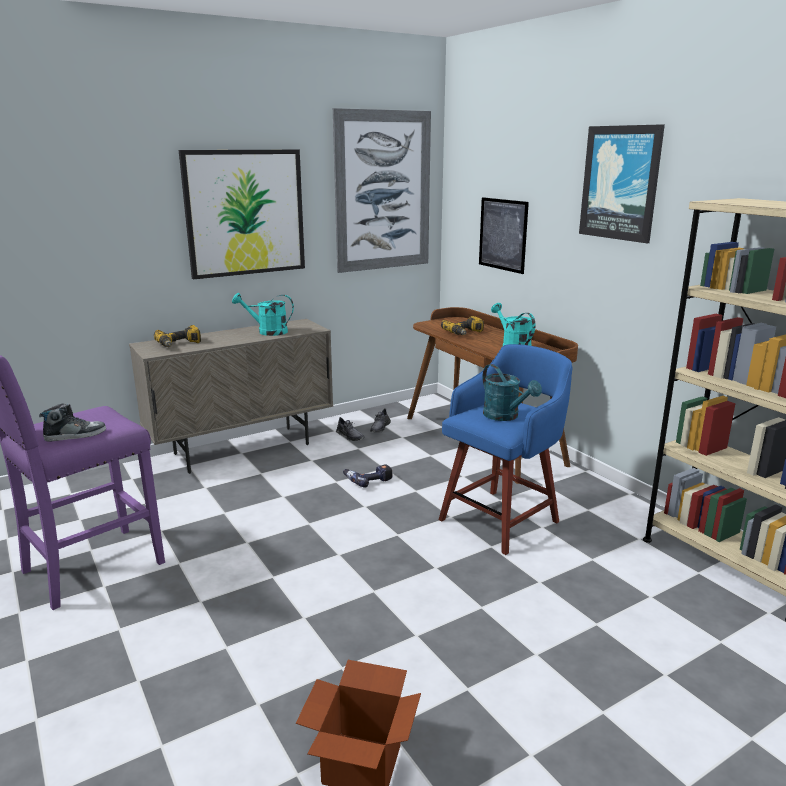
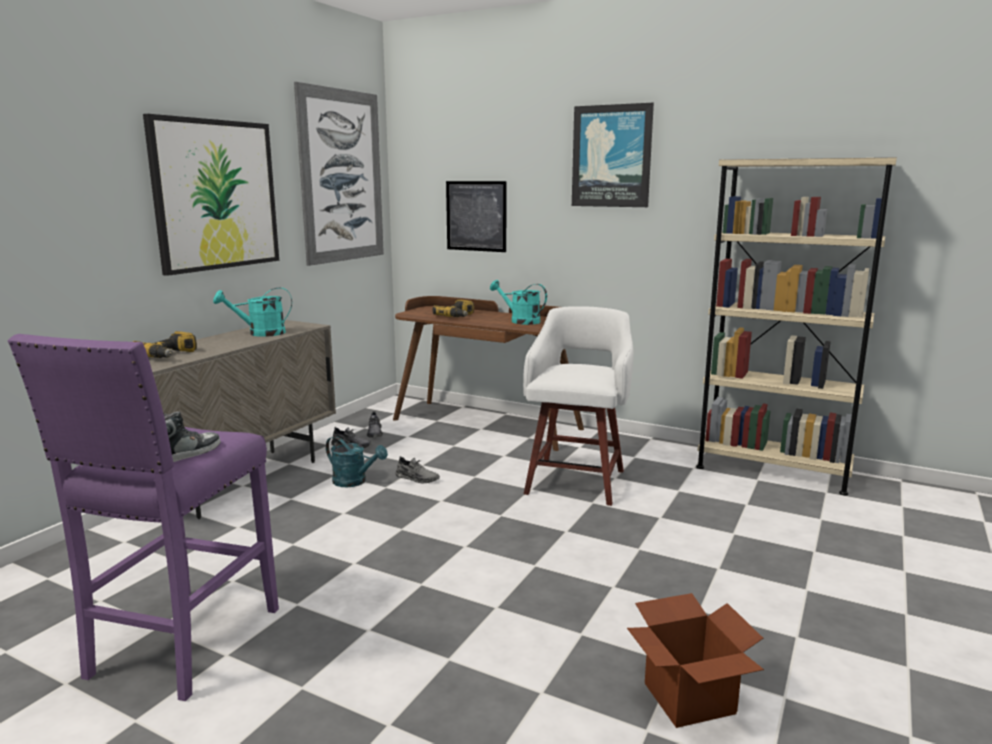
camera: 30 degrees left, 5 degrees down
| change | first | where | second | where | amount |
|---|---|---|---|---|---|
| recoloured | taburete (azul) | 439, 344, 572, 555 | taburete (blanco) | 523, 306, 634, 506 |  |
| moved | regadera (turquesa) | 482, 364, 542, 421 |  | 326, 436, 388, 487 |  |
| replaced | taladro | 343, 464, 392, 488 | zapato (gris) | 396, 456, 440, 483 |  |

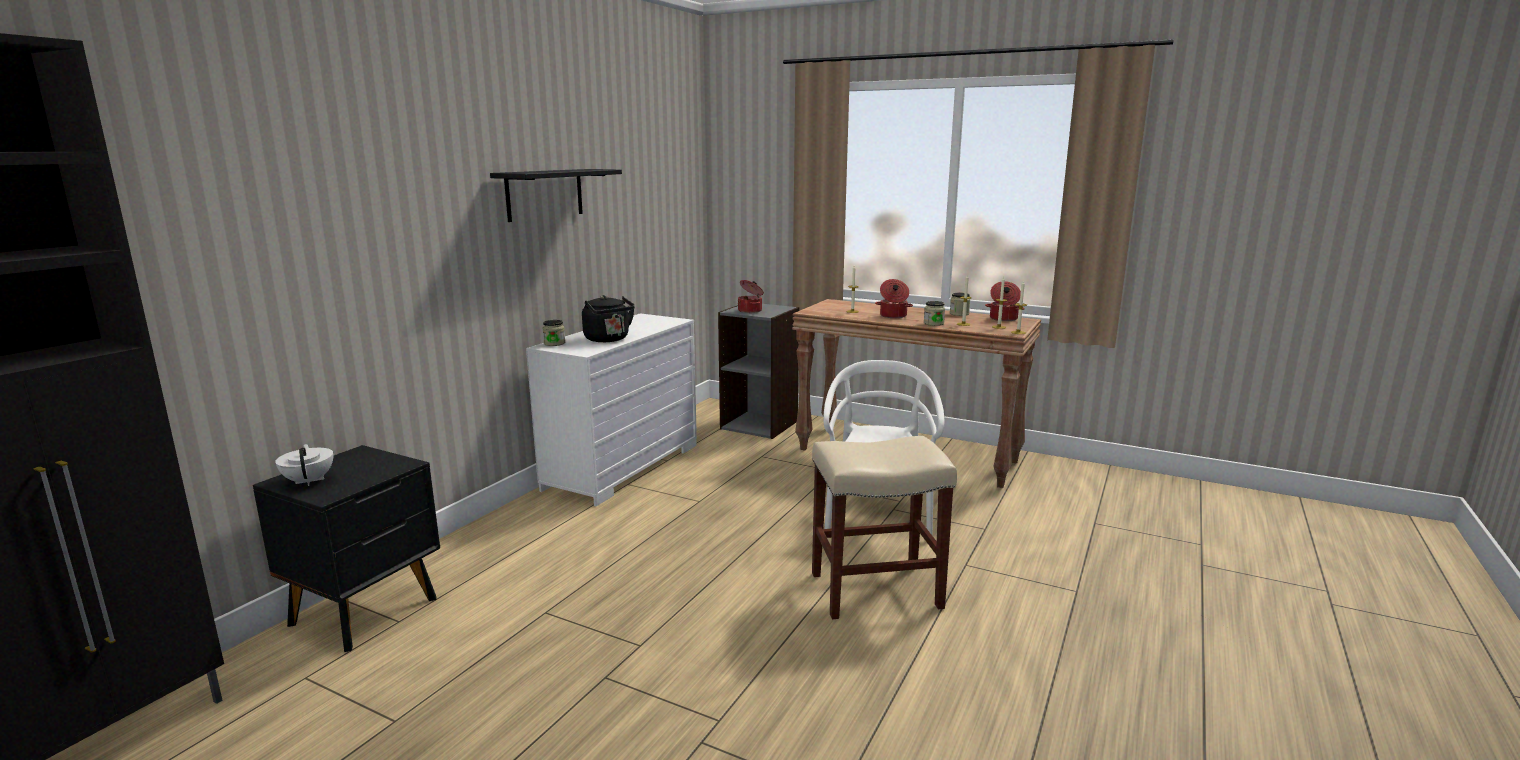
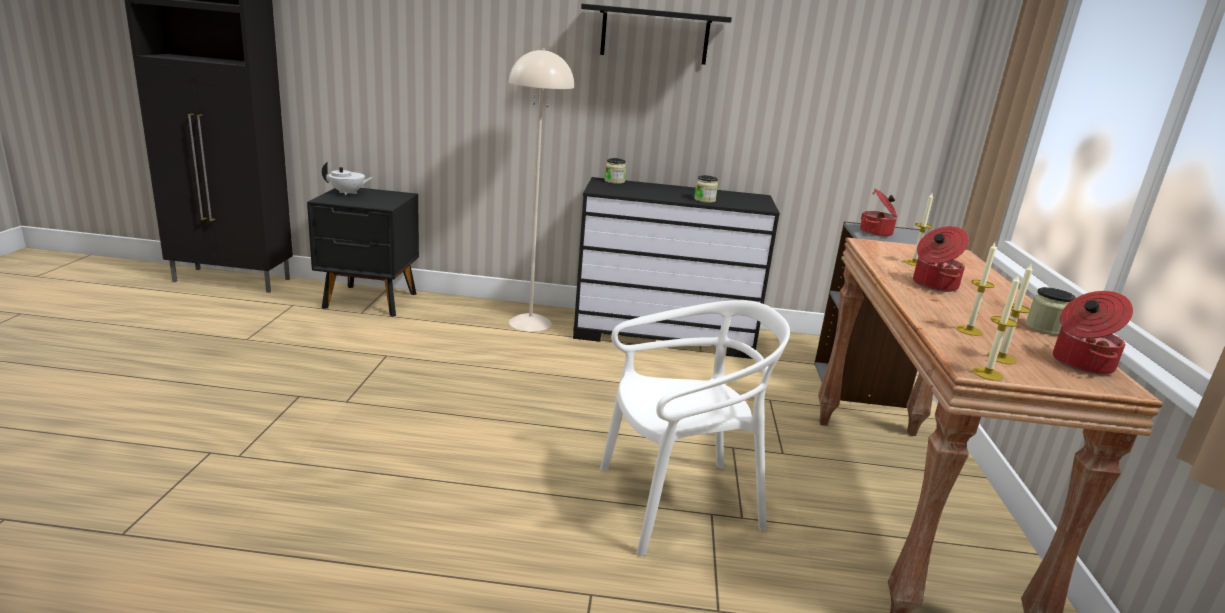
camera: 65 degrees right, 5 degrees up
| change | first | where | second | where | amount |
|---|---|---|---|---|---|
| removed | hervidor (negro) | 582, 295, 635, 342 |  |  |  |
| moved | tarro | 924, 301, 945, 326 |  | 694, 175, 718, 203 |  |
| recoloured | cómoda (blanco) | 526, 313, 697, 506 | cómoda (negro) | 573, 177, 780, 359 |  |
| removed | taburete (beis) | 812, 436, 957, 619 |  |  |  |
| turned | tetera (blanco) | 275, 444, 333, 486 |  | 322, 162, 374, 195 | 45 degrees clockwise |
| added |  |  | lámpara de pie (beis) | 509, 48, 574, 332 |  |

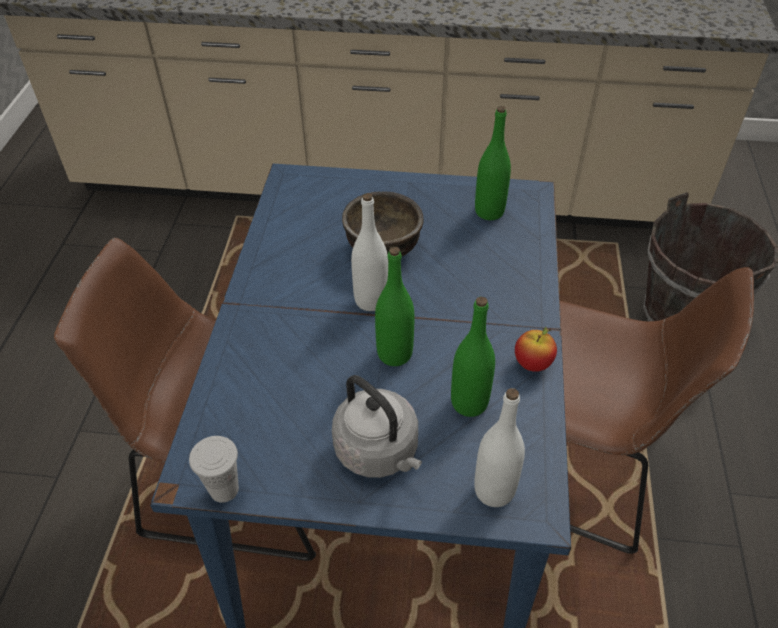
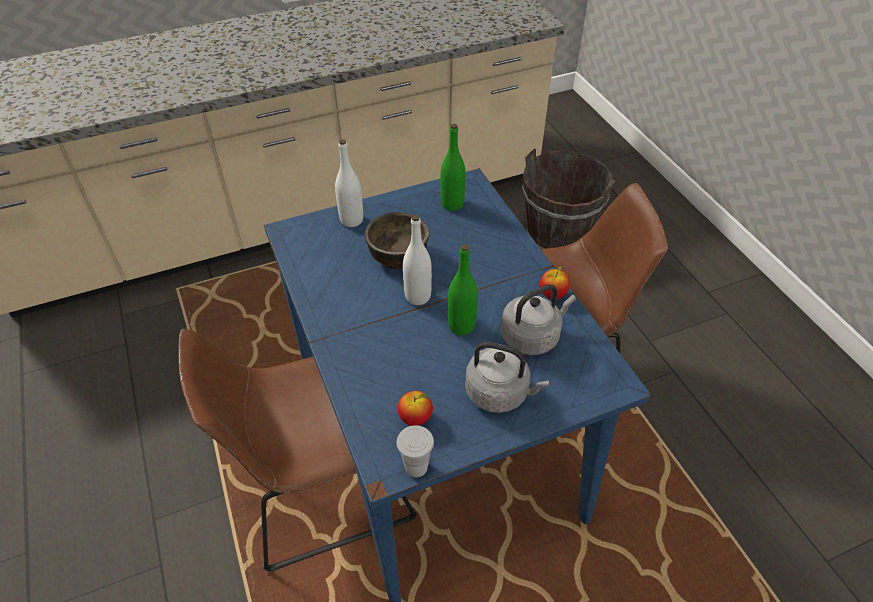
camera: 30 degrees left, 0 degrees up
| change | first | where | second | where | amount |
|---|---|---|---|---|---|
| replaced | botella (verde) | 451, 297, 495, 417 | hervidor (gris) | 500, 284, 576, 355 |  |
| moved | botella (blanco) | 474, 388, 525, 507 |  | 335, 139, 363, 227 |  |
| added |  |  | manzana | 398, 391, 433, 426 |  |

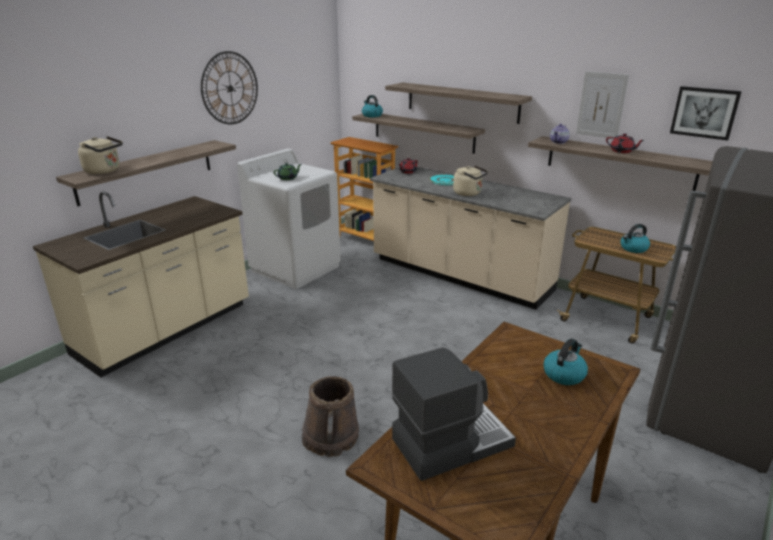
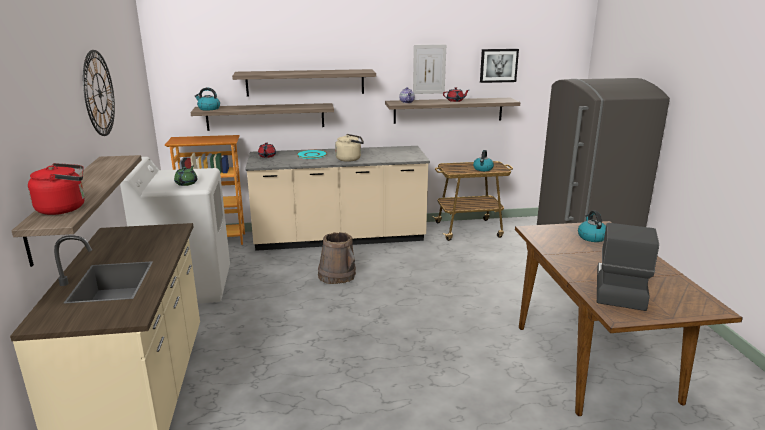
camera: 45 degrees left, 5 degrees down
| change | first | where | second | where | amount |
|---|---|---|---|---|---|
| recoloured | hervidor (beis) | 78, 136, 123, 174 | hervidor (rojo) | 28, 163, 85, 215 |  |
| moved | cubo (marrón) | 302, 376, 359, 457 |  | 318, 232, 356, 284 |  |

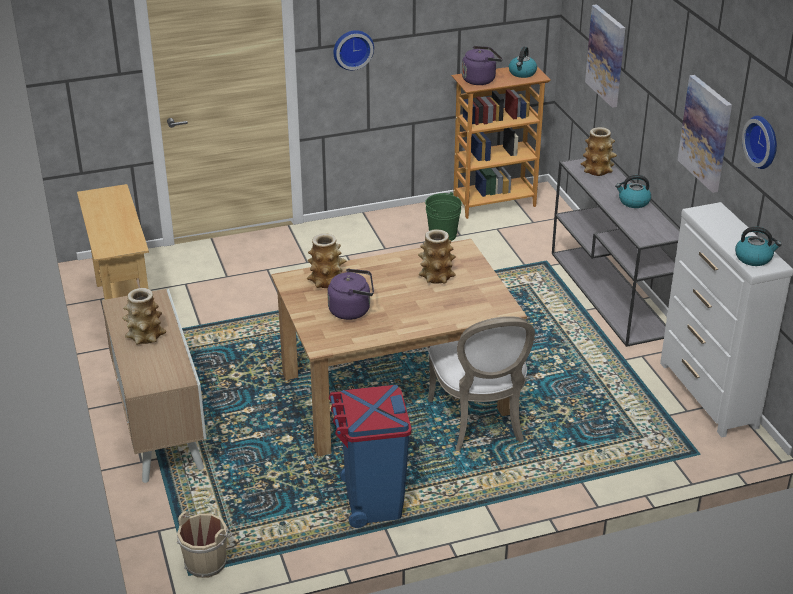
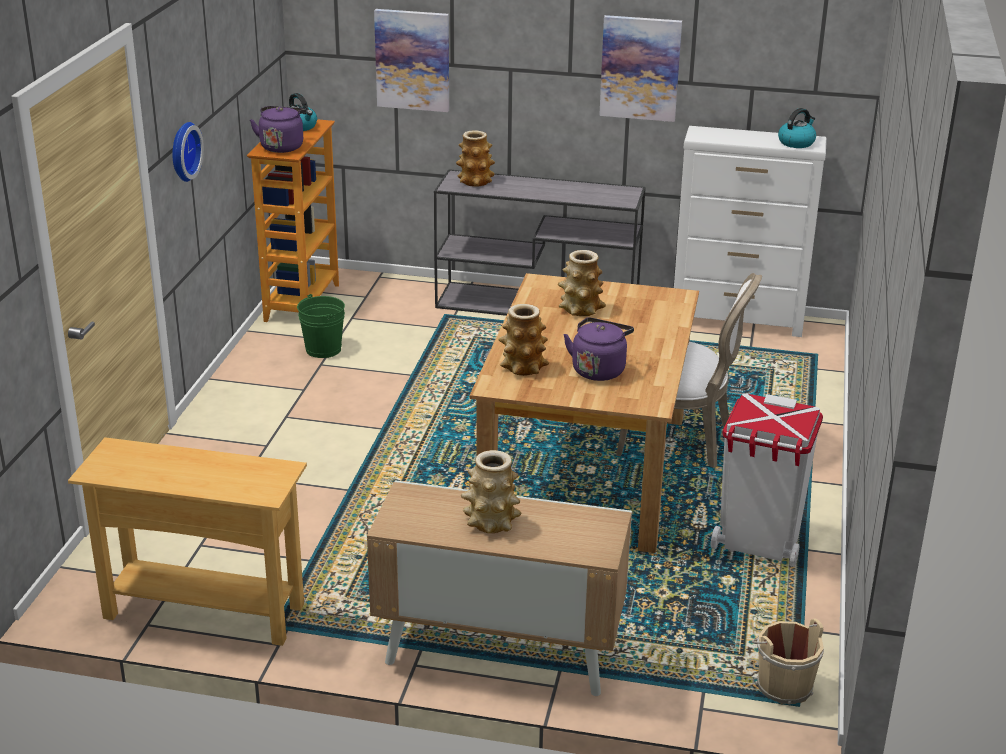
camera: 60 degrees left, 5 degrees down
| change | first | where | second | where | amount |
|---|---|---|---|---|---|
| removed | reloj de pared | 742, 116, 777, 169 |  |  |  |
| removed | hervidor | 615, 175, 651, 208 |  |  |  |
| recoloured | papelera (azul) | 329, 385, 412, 528 | papelera (blanco) | 710, 393, 823, 567 |  |

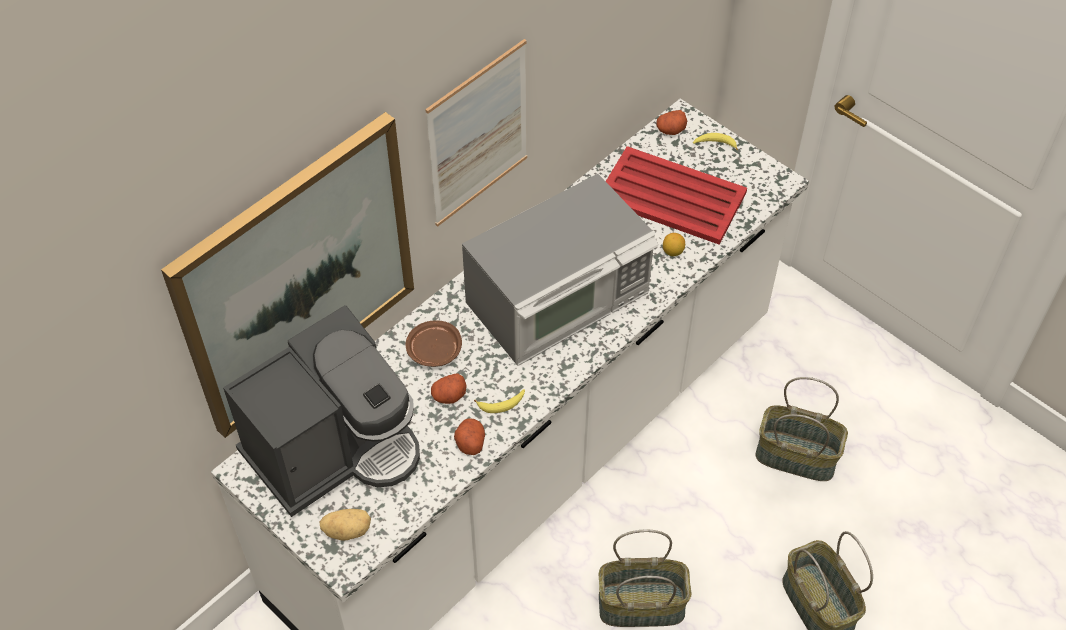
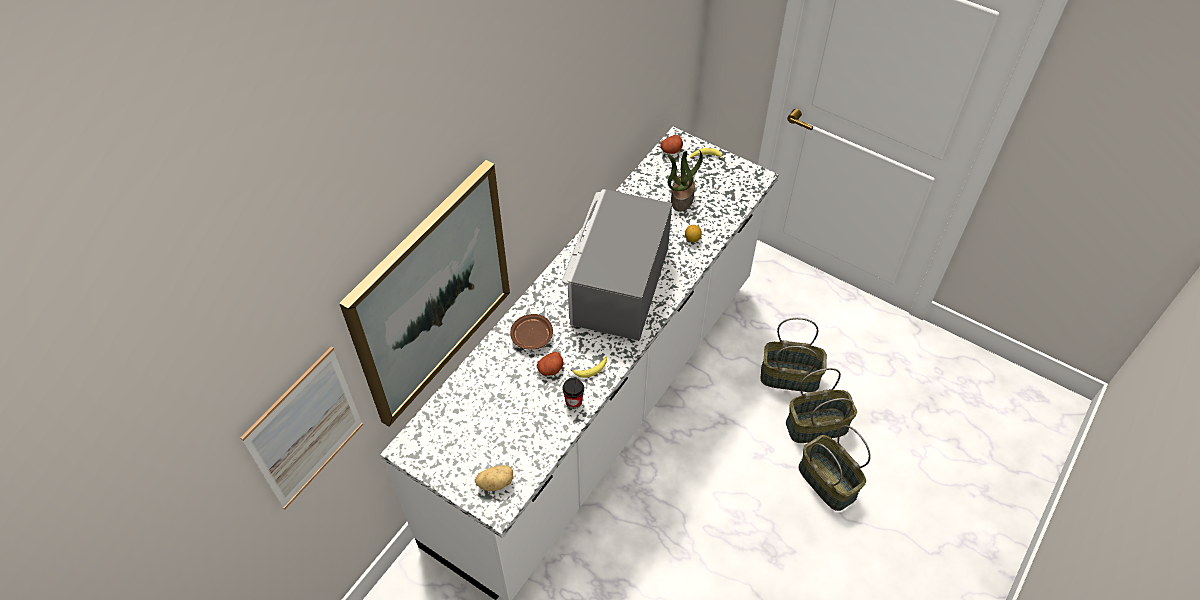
camera: 10 degrees left, 0 degrees up
| change | first | where | second | where | amount |
|---|---|---|---|---|---|
| moved | cuadro | 425, 39, 527, 227 |  | 240, 346, 363, 510 |  |
| replaced | bandeja (rojo) | 606, 146, 747, 245 | planta en maceta | 667, 151, 703, 212 |  |
| turned | microondas | 462, 174, 658, 366 |  | 561, 189, 672, 341 | 150 degrees clockwise |
| removed | cafetera | 223, 305, 420, 517 |  |  |  |
| replaced | patata | 454, 418, 485, 455 | taza | 563, 378, 584, 409 |  |
| moved | cesta | 599, 530, 691, 627 |  | 786, 368, 857, 443 |  |

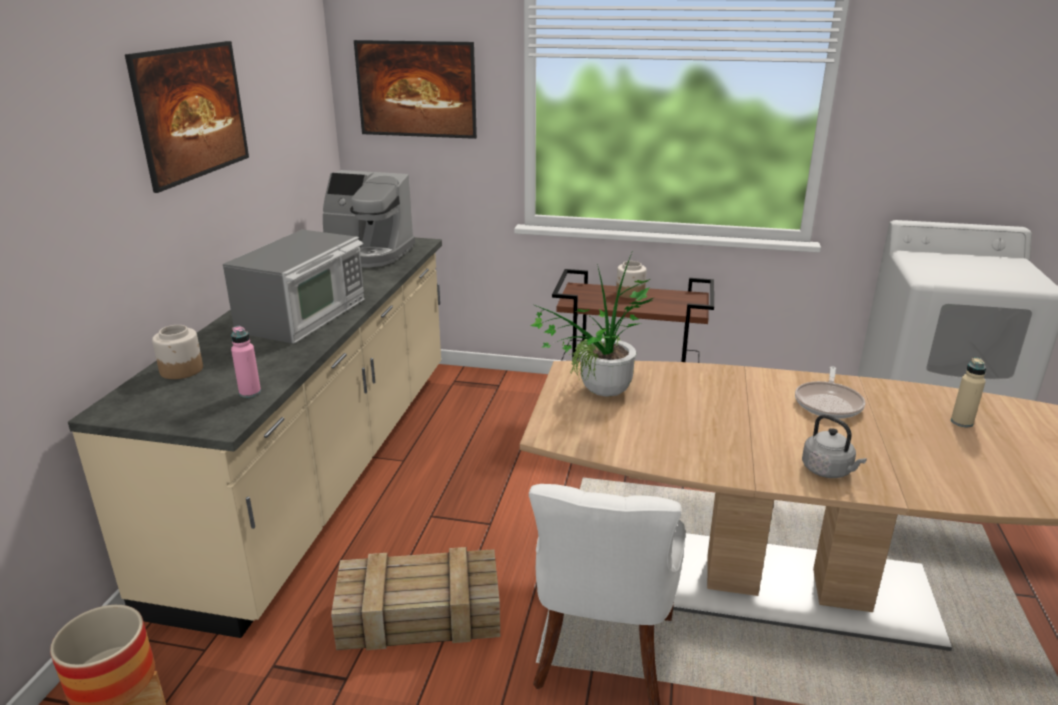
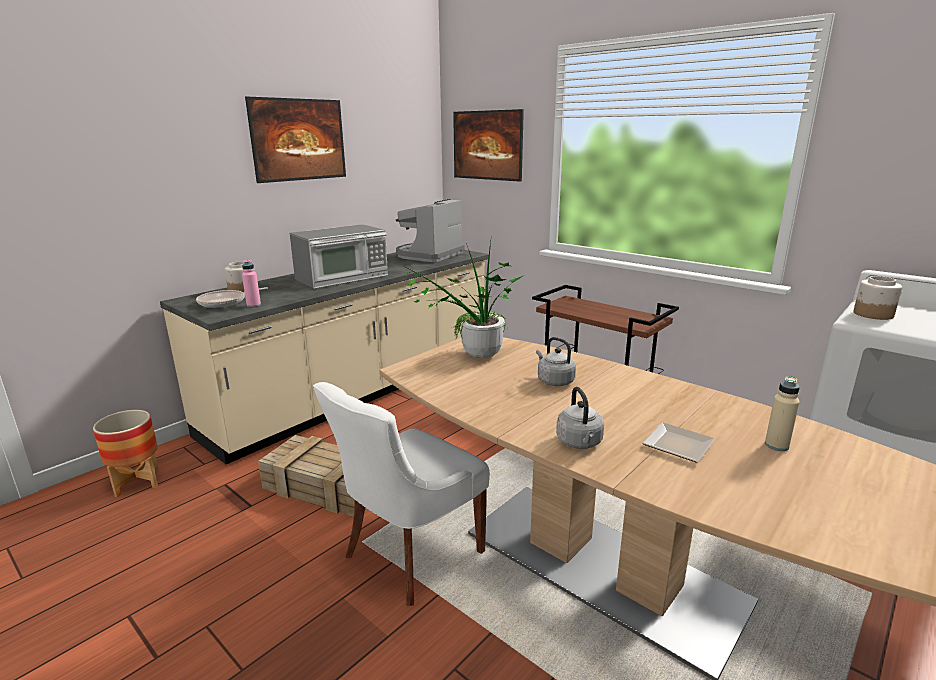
camera: 30 degrees right, 5 degrees down
| change | first | where | second | where | amount |
|---|---|---|---|---|---|
| turned | cafetera | 323, 170, 415, 267 |  | 396, 199, 465, 262 | 75 degrees clockwise |
| moved | tarro | 616, 261, 646, 299 |  | 854, 276, 902, 320 |  |
| moved | sartén | 795, 366, 865, 419 |  | 196, 287, 268, 308 |  |
| added |  |  | hervidor (gris) | 536, 337, 576, 386 |  |
| added |  |  | plato | 642, 423, 715, 463 |  |

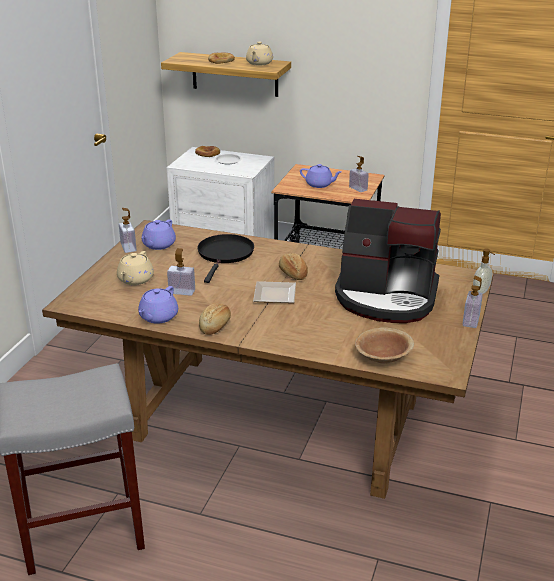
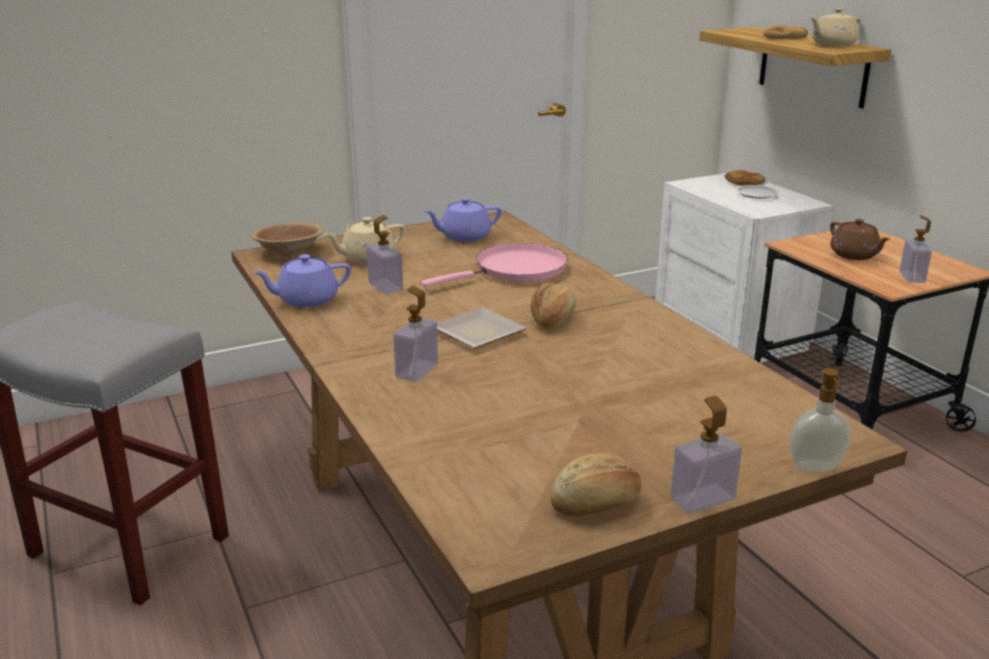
camera: 45 degrees right, 5 degrees down
| change | first | where | second | where | amount |
|---|---|---|---|---|---|
| recoloured | tetera (morado) | 300, 164, 342, 188 | tetera (marrón) | 830, 219, 890, 260 |  |
| removed | cafetera | 335, 199, 441, 323 |  |  |  |
| moved | dispensador de jabón | 119, 208, 136, 253 |  | 393, 286, 438, 382 |  |
| recoloured | sartén (negro) | 197, 234, 254, 283 | sartén (rosa) | 421, 243, 568, 287 |  |
| moved | pan | 199, 303, 231, 335 |  | 551, 453, 642, 516 |  |
| moved | cuenco (marrón) | 355, 327, 414, 363 |  | 251, 222, 324, 256 |  |

